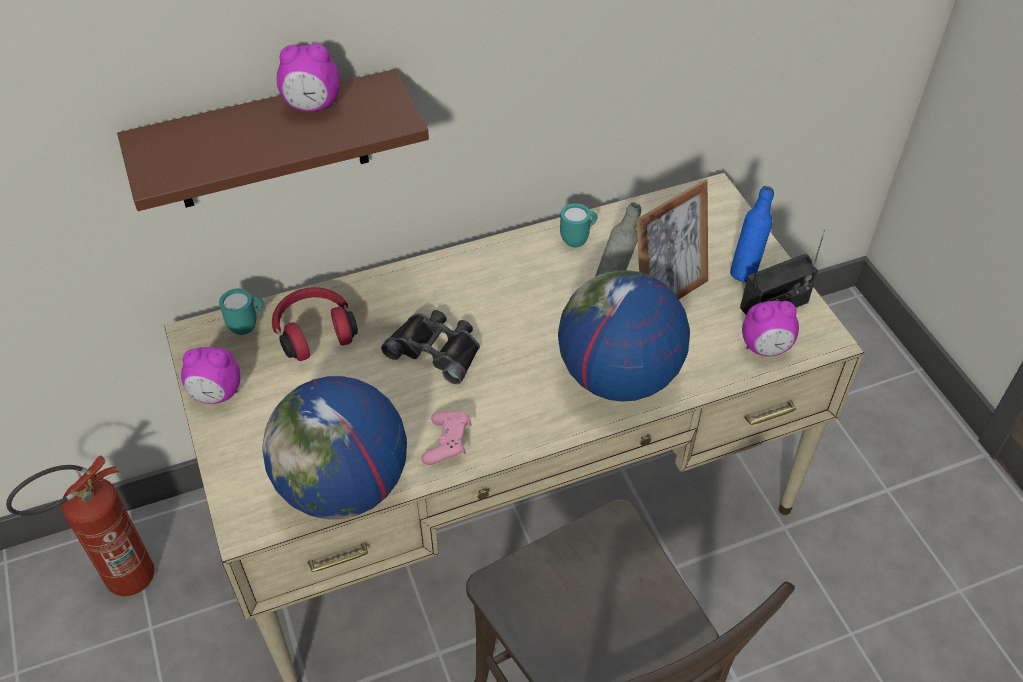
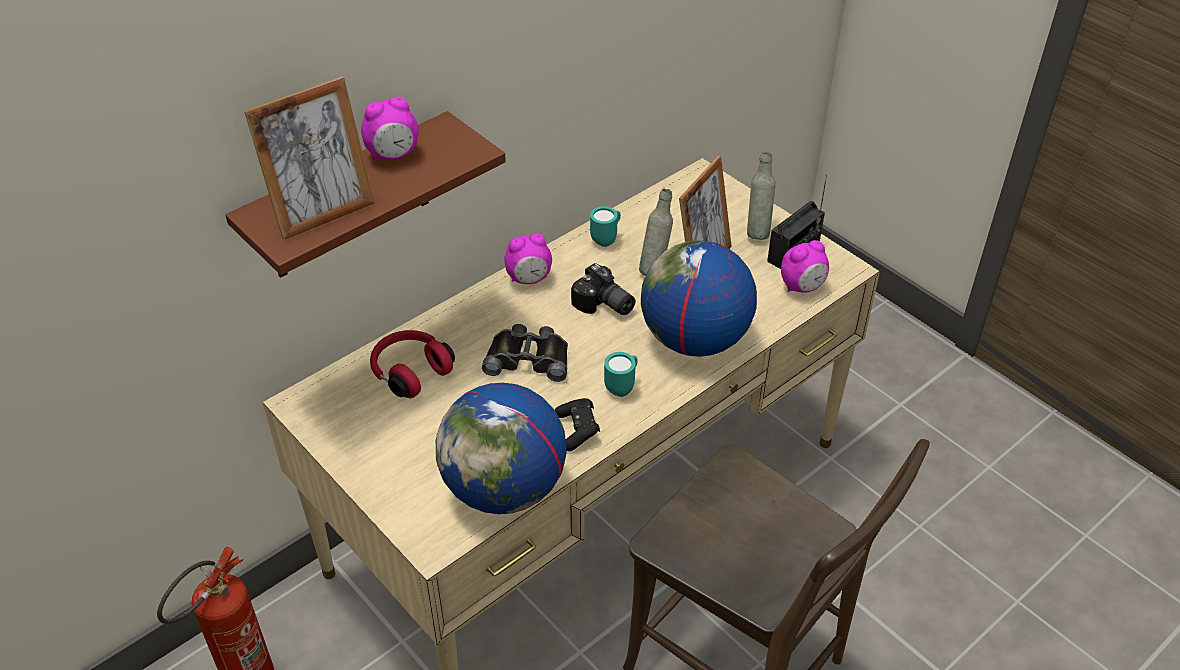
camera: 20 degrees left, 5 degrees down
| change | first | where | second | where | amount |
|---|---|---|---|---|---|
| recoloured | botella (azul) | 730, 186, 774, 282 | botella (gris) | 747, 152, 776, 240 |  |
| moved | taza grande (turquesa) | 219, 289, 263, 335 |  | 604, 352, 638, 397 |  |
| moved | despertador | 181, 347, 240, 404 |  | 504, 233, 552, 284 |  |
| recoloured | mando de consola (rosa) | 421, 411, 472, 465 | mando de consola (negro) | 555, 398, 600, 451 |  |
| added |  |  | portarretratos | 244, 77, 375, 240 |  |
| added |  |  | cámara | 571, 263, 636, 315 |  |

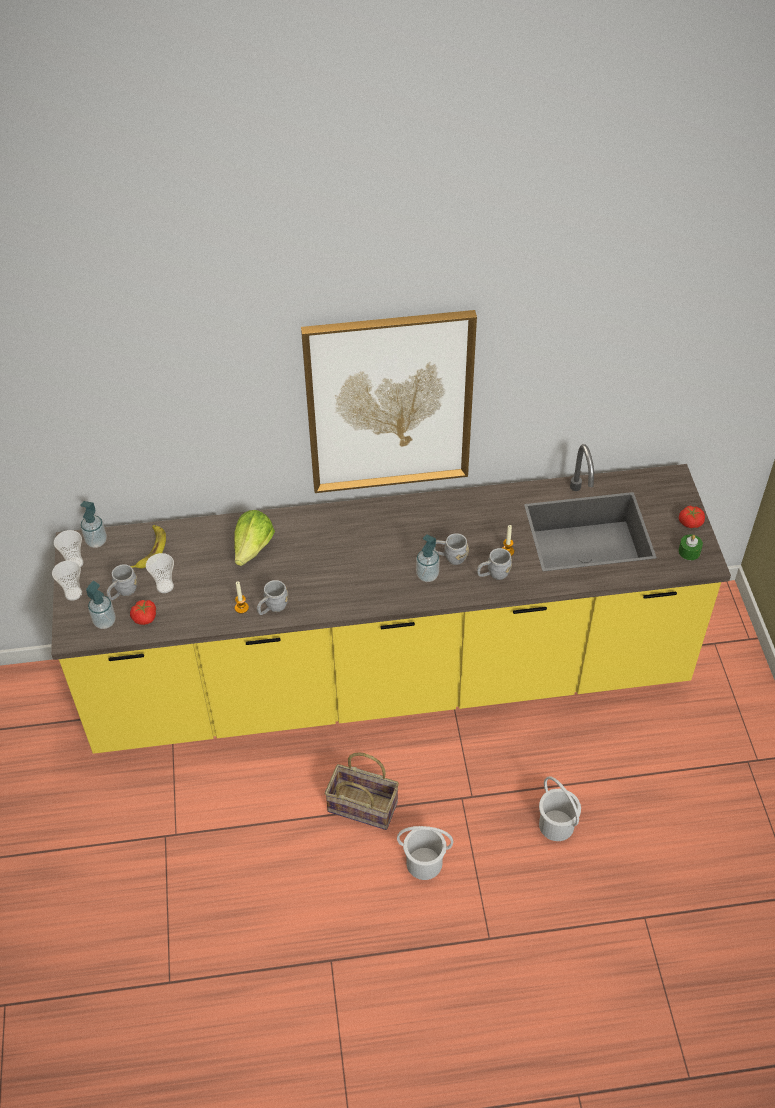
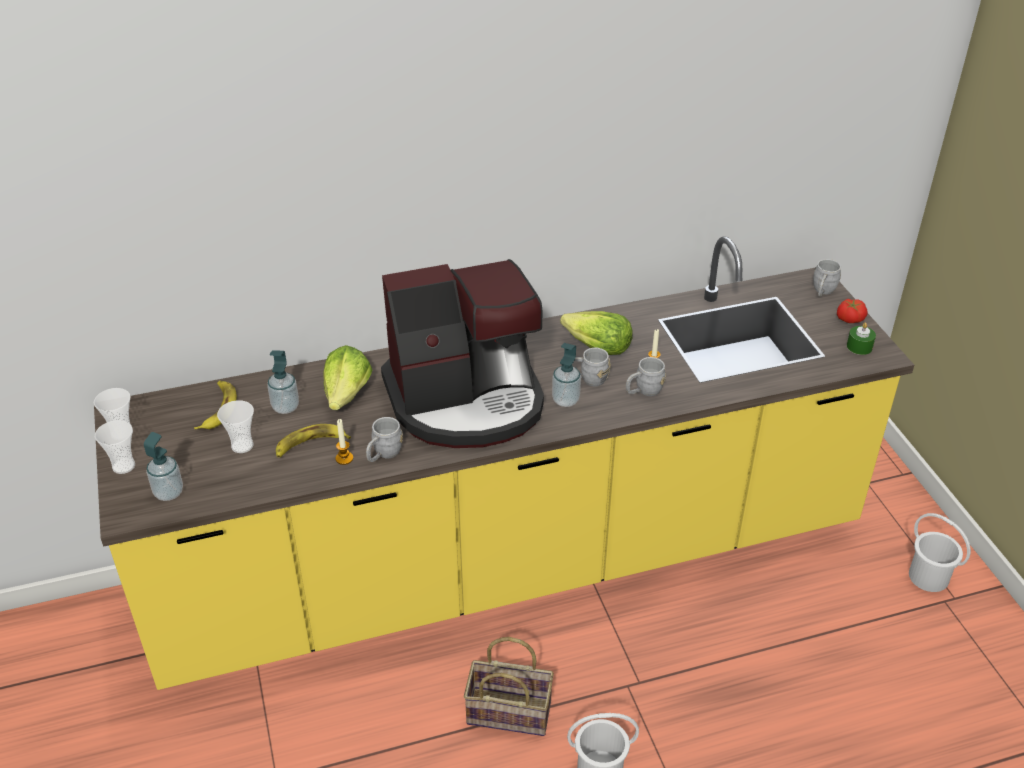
camera: 10 degrees left, 10 degrees down
| change | first | where | second | where | amount |
|---|---|---|---|---|---|
| removed | cuadro | 301, 310, 477, 493 |  |  |  |
| moved | dispensador de jabón | 80, 501, 107, 548 |  | 267, 350, 299, 414 |  |
| moved | taza grande (gris) | 107, 564, 137, 600 |  | 813, 259, 841, 297 |  |
| removed | tomate | 130, 600, 156, 625 |  |  |  |
| moved | cubo (blanco) | 539, 776, 581, 841 |  | 909, 513, 971, 592 |  |
| added |  |  | cafetera | 381, 259, 544, 448 |  |
| added |  |  | lechuga | 560, 311, 633, 355 |  |
| added |  |  | plátano | 276, 424, 351, 457 |  |

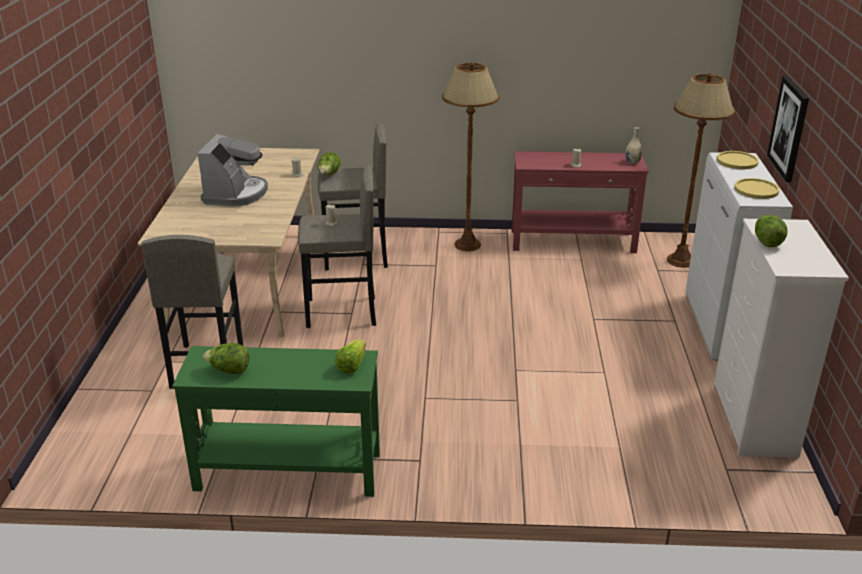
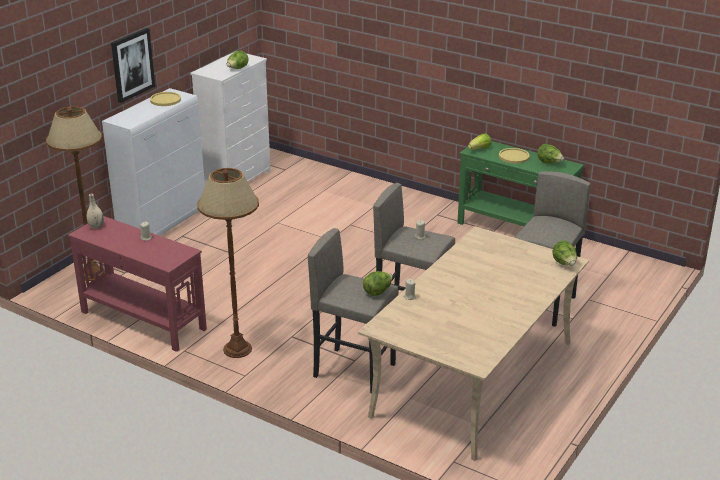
camera: 150 degrees left, 0 degrees up
| change | first | where | second | where | amount |
|---|---|---|---|---|---|
| removed | cafetera | 197, 134, 268, 207 |  |  |  |
| moved | plato (amarillo) | 717, 151, 759, 170 |  | 499, 148, 530, 164 |  |
| added |  |  | lechuga | 552, 241, 577, 266 |  |

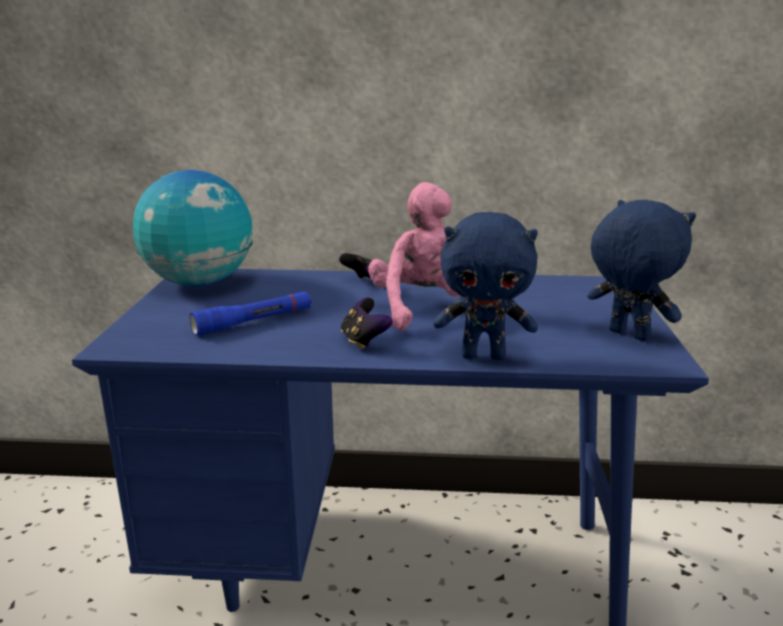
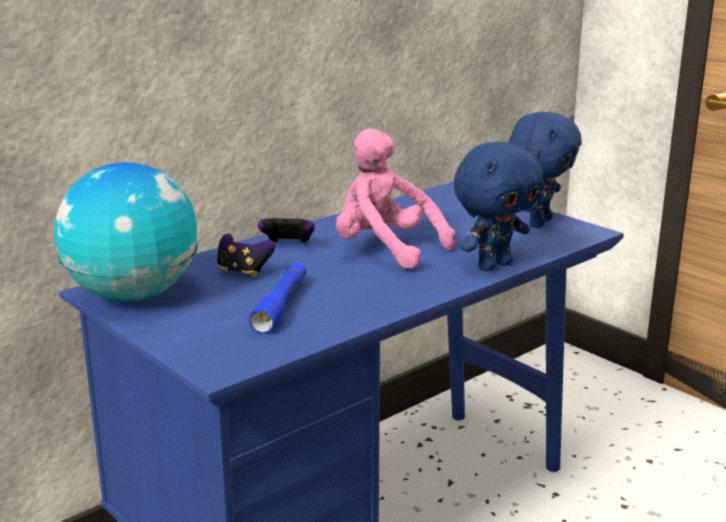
camera: 45 degrees left, 0 degrees up
| change | first | where | second | where | amount |
|---|---|---|---|---|---|
| turned | peluche (azul) | 587, 200, 696, 341 |  | 508, 112, 582, 228 | 120 degrees clockwise |
| moved | mando de consola | 341, 298, 393, 350 |  | 217, 233, 275, 277 |  |

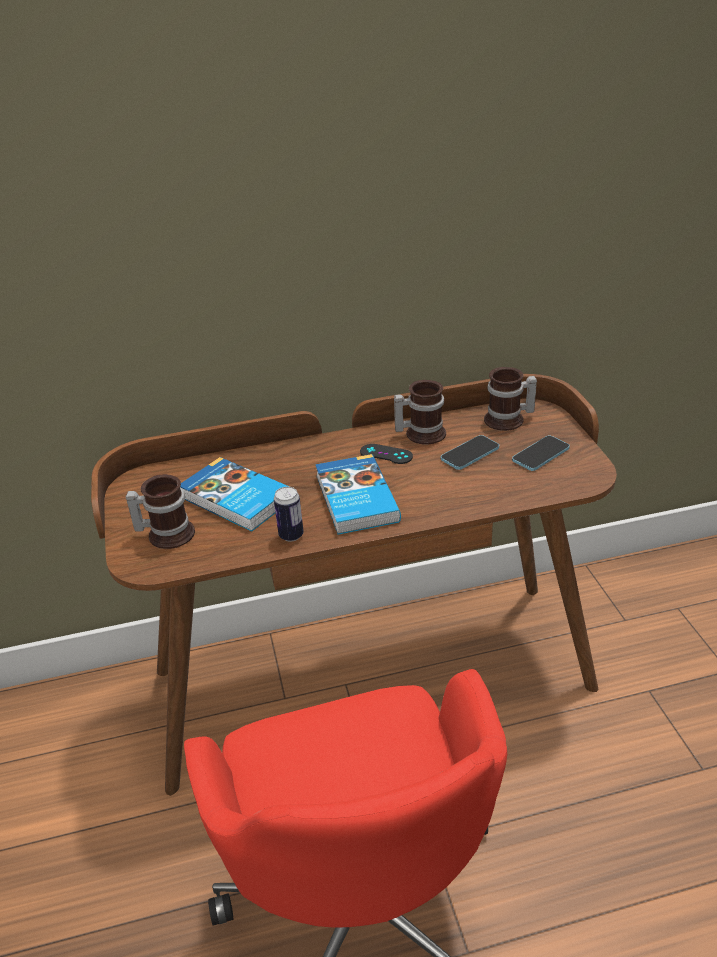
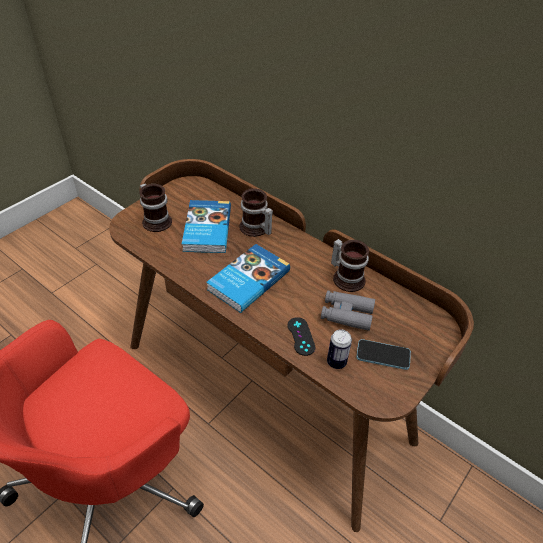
camera: 50 degrees right, 10 degrees up
| change | first | where | second | where | amount |
|---|---|---|---|---|---|
| moved | taza grande | 484, 367, 537, 431 |  | 239, 188, 273, 237 |  |
| replaced | móvil | 441, 435, 499, 470 | prismáticos (gris) | 321, 291, 375, 331 |  |
| moved | mando de consola (negro) | 360, 444, 413, 464 |  | 287, 317, 316, 356 |  |
| moved | lata | 274, 487, 304, 542 |  | 327, 329, 352, 369 |  |

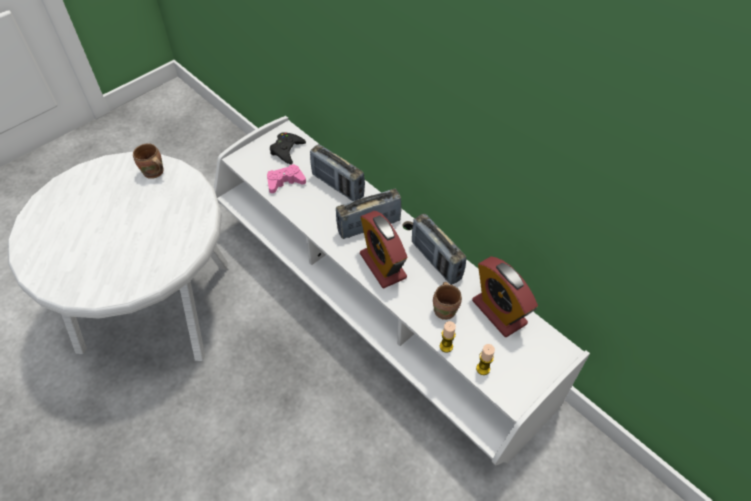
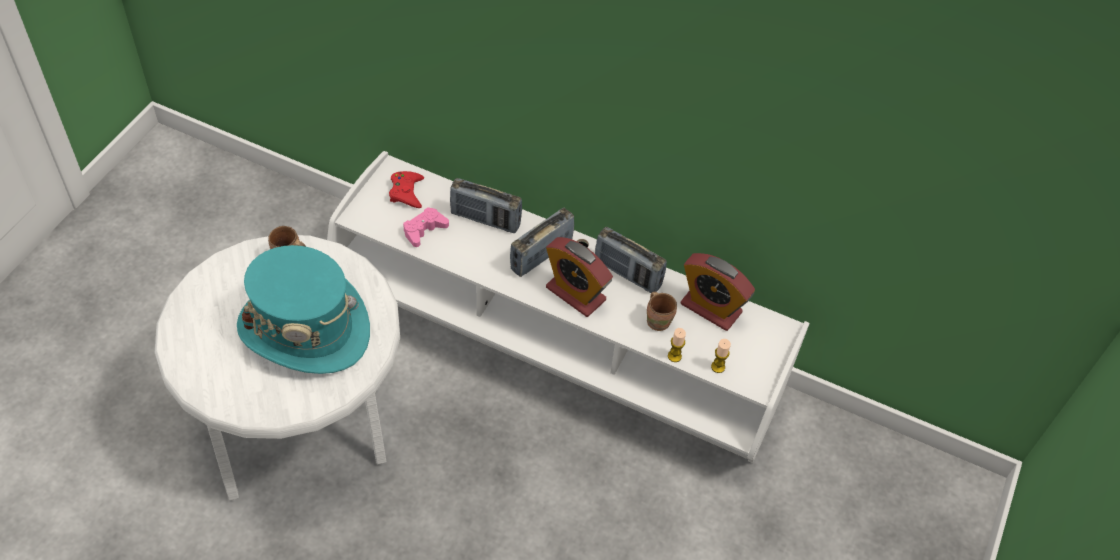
camera: 25 degrees left, 0 degrees up
| change | first | where | second | where | amount |
|---|---|---|---|---|---|
| recoloured | mando de consola (negro) | 270, 132, 306, 165 | mando de consola (rojo) | 389, 171, 424, 208 |  |
| added |  |  | sombrero (turquesa) | 237, 245, 370, 374 |  |

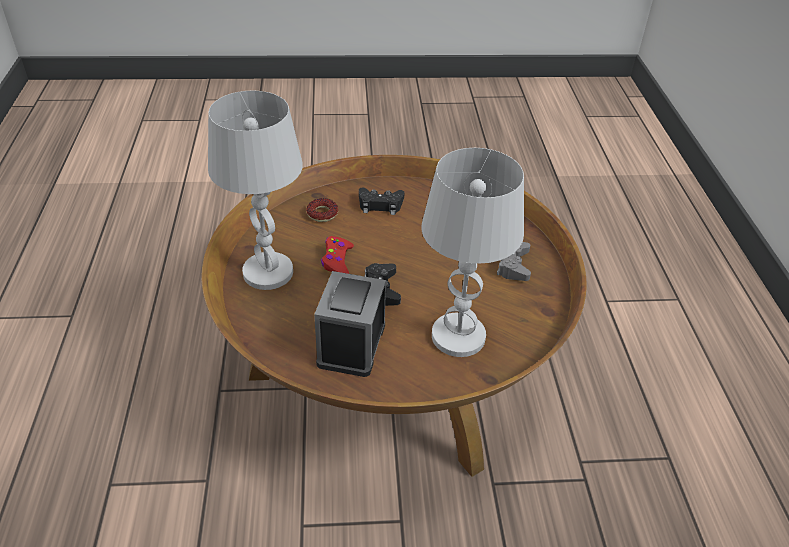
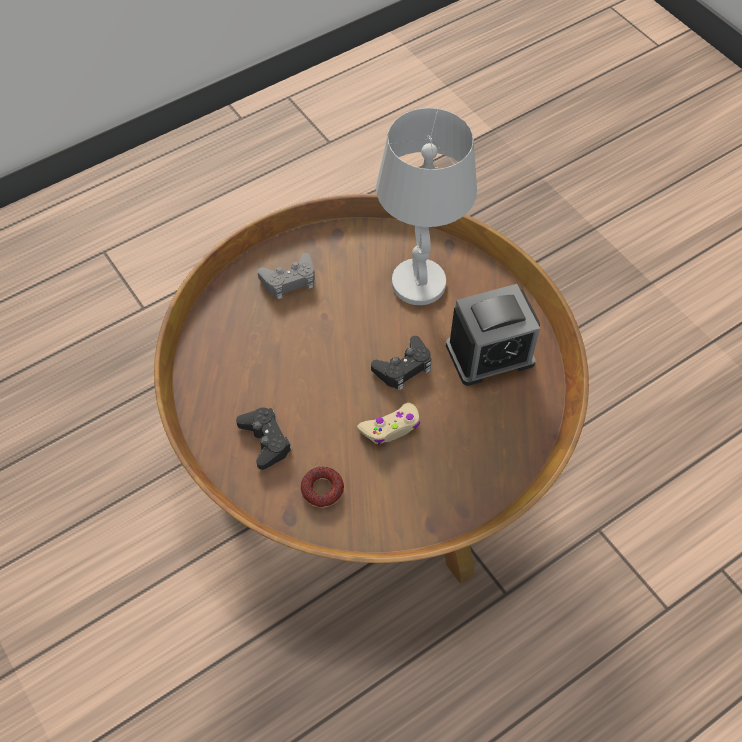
camera: 120 degrees left, 15 degrees up
| change | first | where | second | where | amount |
|---|---|---|---|---|---|
| removed | lámpara de mesa (blanco) | 208, 91, 303, 290 |  |  |  |
| recoloured | mando de consola (rojo) | 321, 236, 354, 274 | mando de consola (beis) | 357, 403, 420, 445 |  |

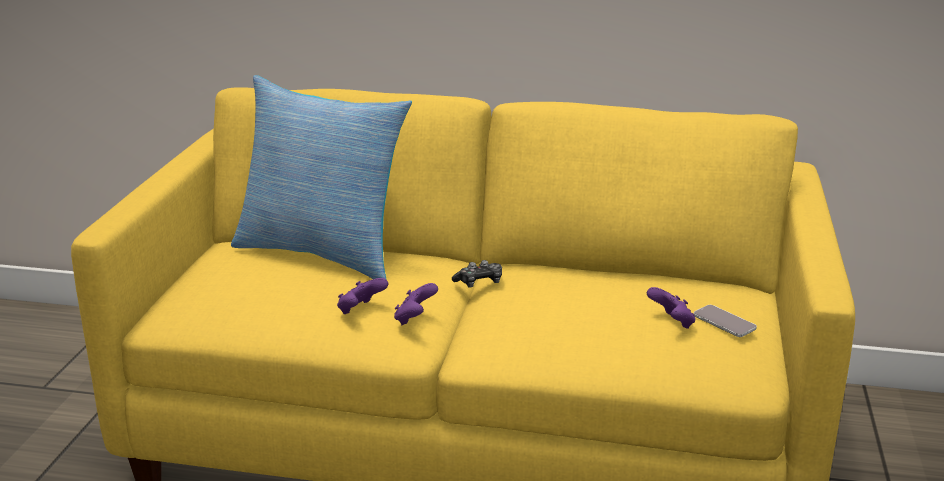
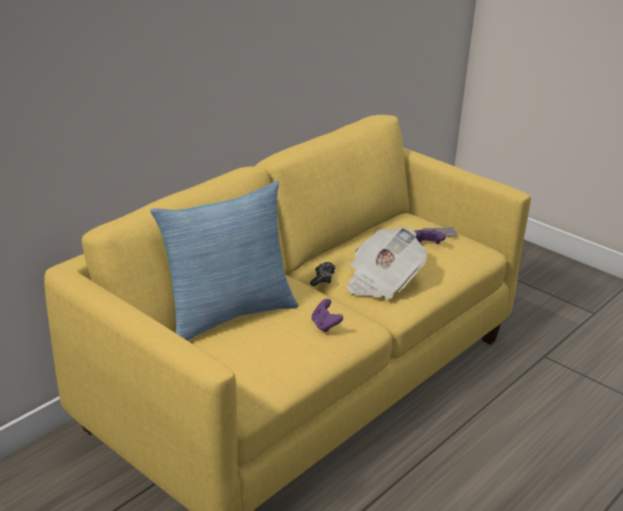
camera: 60 degrees left, 5 degrees up
| change | first | where | second | where | amount |
|---|---|---|---|---|---|
| removed | mando de consola (morado) | 394, 283, 438, 325 |  |  |  |
| added |  |  | periódico | 346, 227, 427, 299 |  |

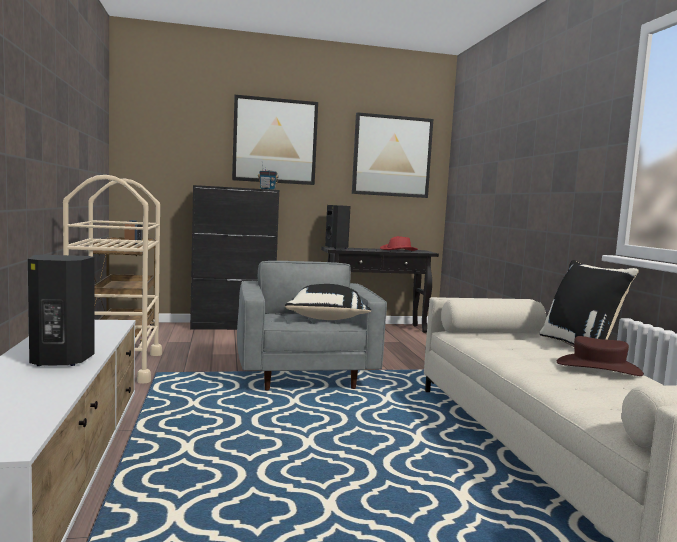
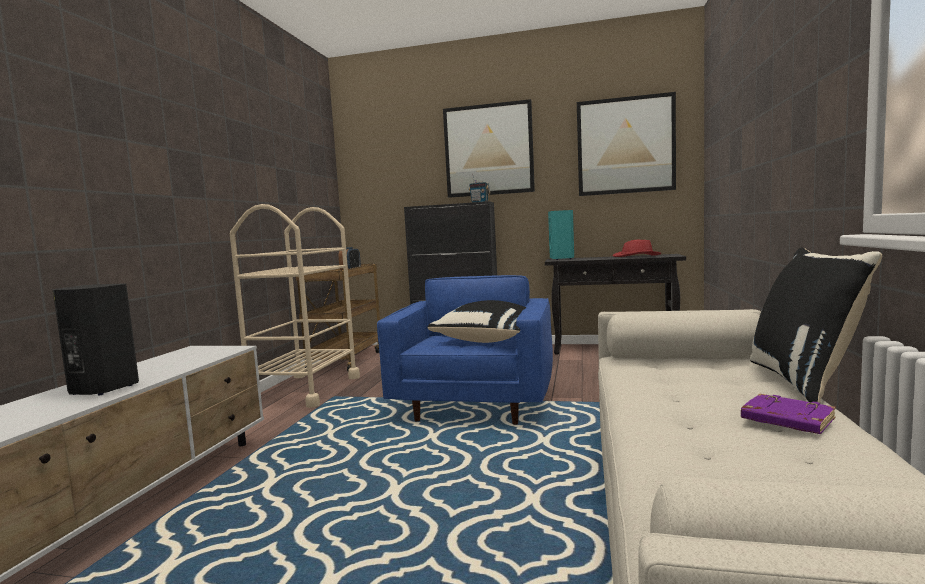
camera: 25 degrees right, 0 degrees up
| change | first | where | second | where | amount |
|---|---|---|---|---|---|
| recoloured | altavoz (negro) | 325, 205, 351, 249 | altavoz (turquesa) | 548, 210, 574, 260 |  |
| recoloured | sillón (gris) | 237, 261, 387, 390 | sillón (azul) | 377, 275, 553, 425 |  |
| replaced | sombrero (marrón) | 557, 336, 644, 376 | libro (morado) | 741, 394, 836, 434 |  |

